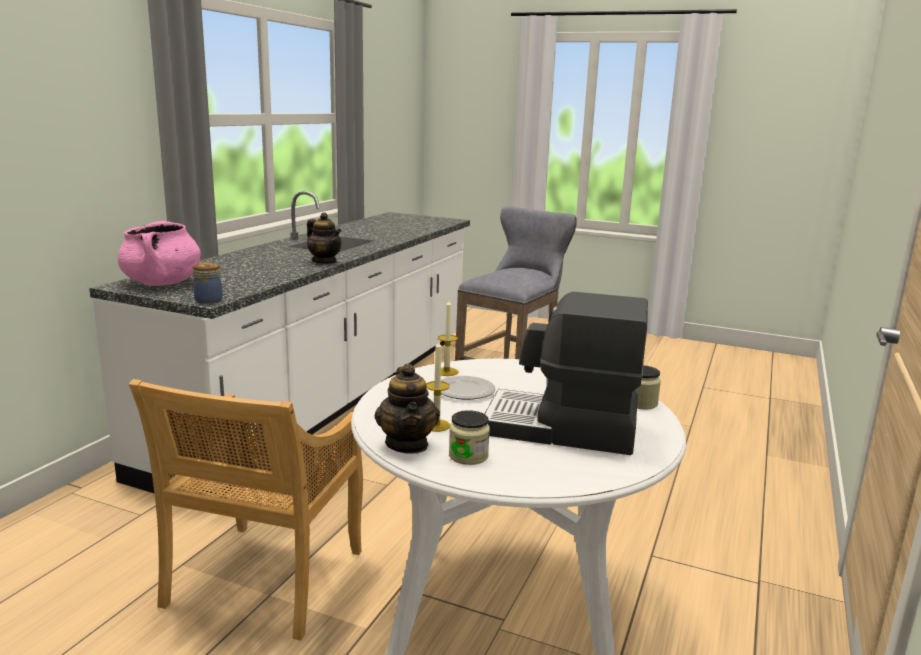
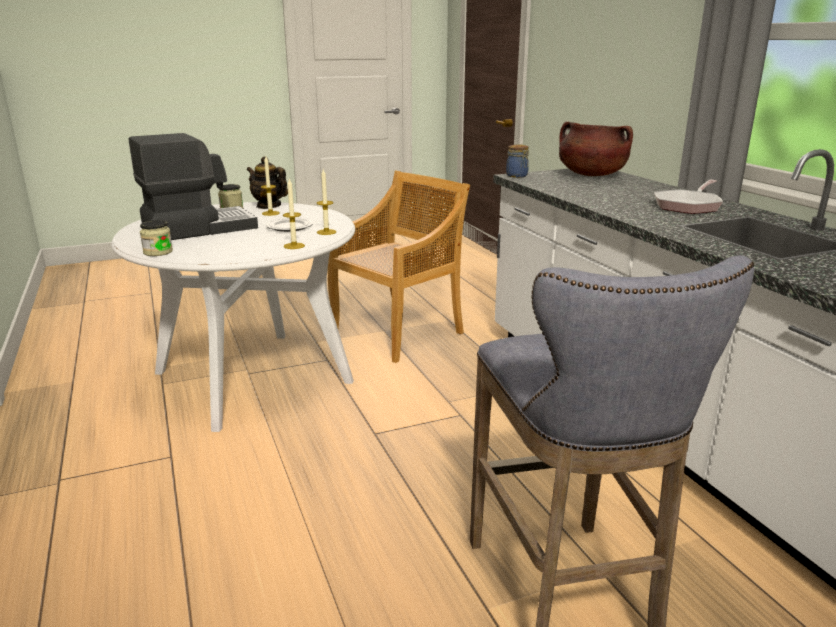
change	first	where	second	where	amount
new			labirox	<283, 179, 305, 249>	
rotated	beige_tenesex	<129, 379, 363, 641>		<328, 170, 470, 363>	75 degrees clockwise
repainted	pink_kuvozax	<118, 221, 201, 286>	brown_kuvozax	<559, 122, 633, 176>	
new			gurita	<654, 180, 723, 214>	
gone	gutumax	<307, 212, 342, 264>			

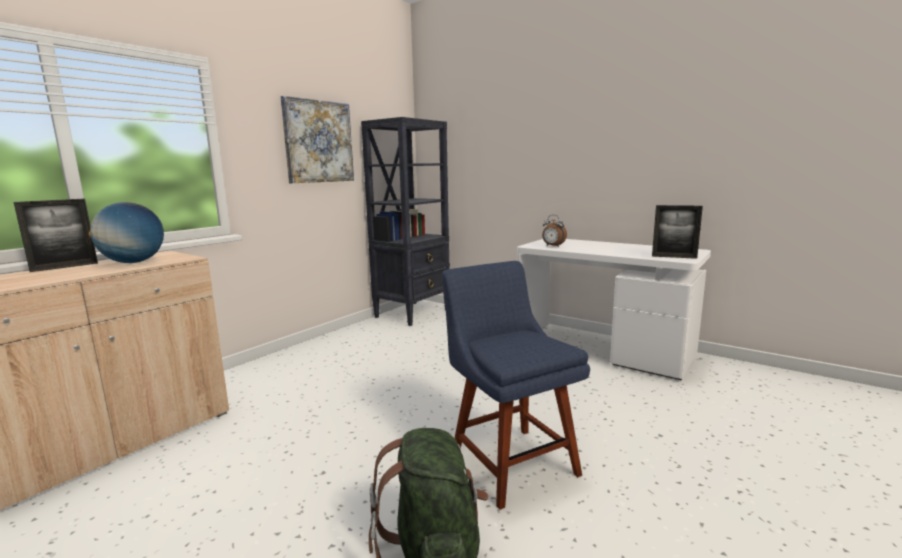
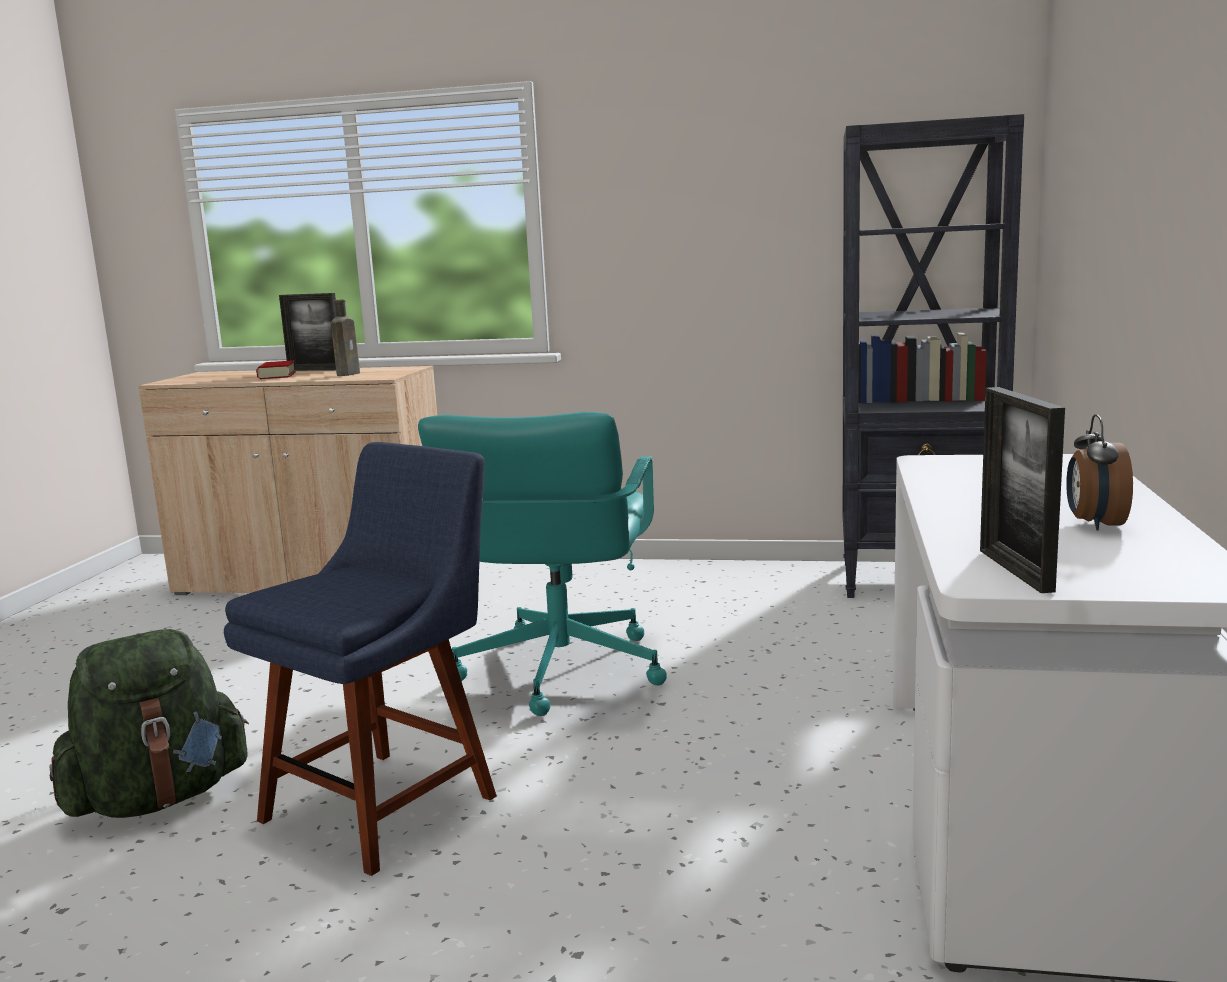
change	first	where	second	where	amount
new			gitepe	<256, 360, 296, 379>	
swapped	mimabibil	<89, 202, 164, 263>	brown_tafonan	<331, 299, 360, 376>	
new			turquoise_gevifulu	<418, 412, 667, 716>	
shifted	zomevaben	<542, 215, 567, 247>		<1066, 414, 1133, 530>	
gone	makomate	<281, 96, 354, 183>			

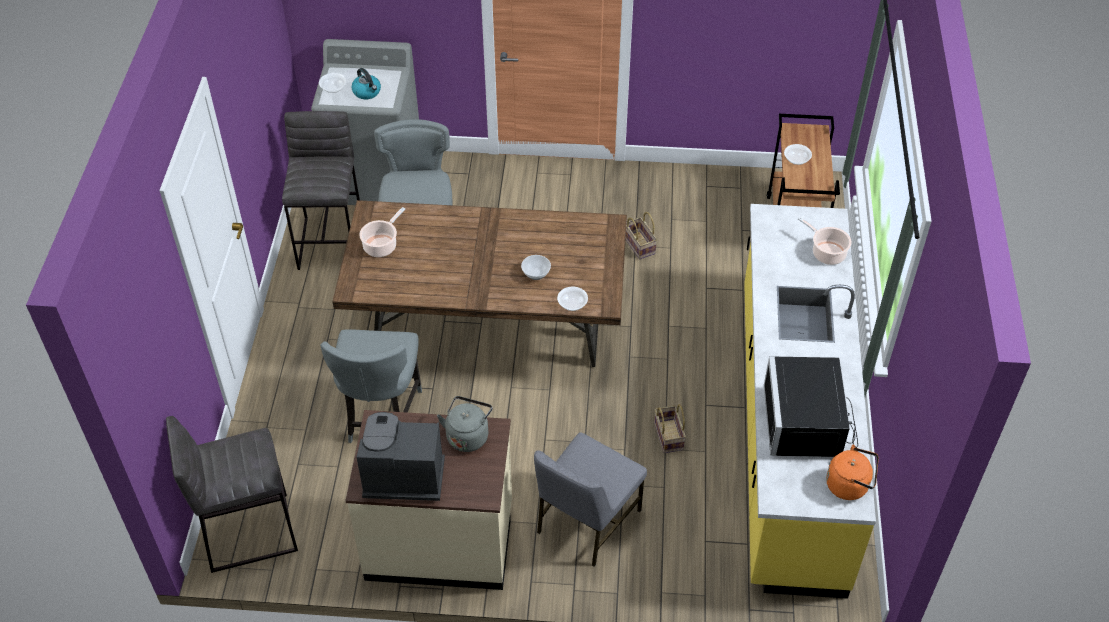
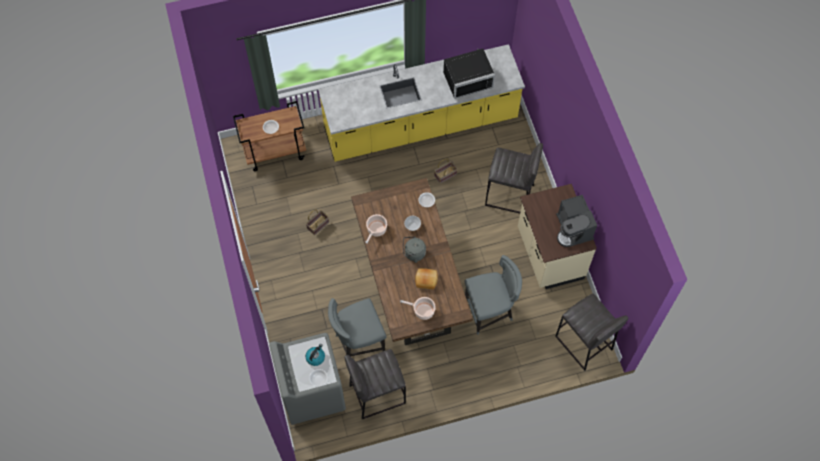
change	first	where	second	where	amount
shifted	kuvozax	<798, 217, 852, 265>		<365, 214, 387, 243>	
shifted	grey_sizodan	<437, 396, 493, 452>		<403, 236, 426, 263>	
new			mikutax	<415, 268, 438, 290>	
swapped	grey_tenesex	<534, 432, 647, 566>	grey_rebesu	<485, 143, 543, 213>	
gone	orange_sizodan	<826, 445, 879, 500>			

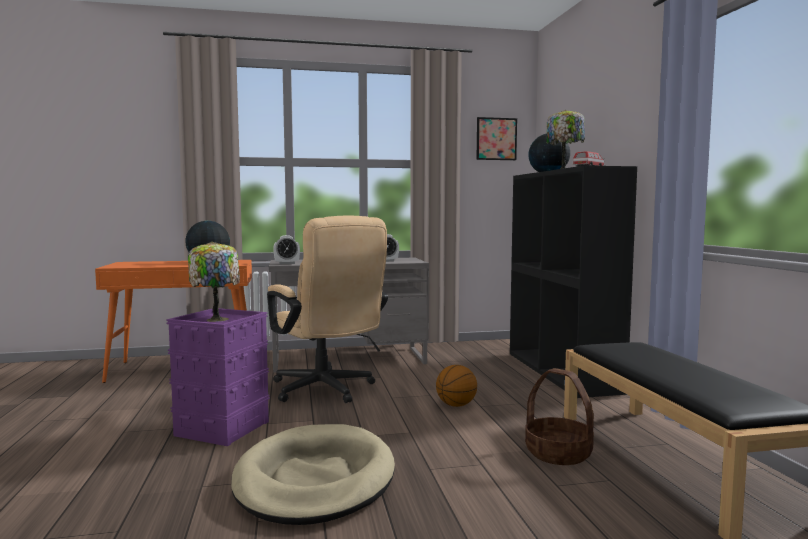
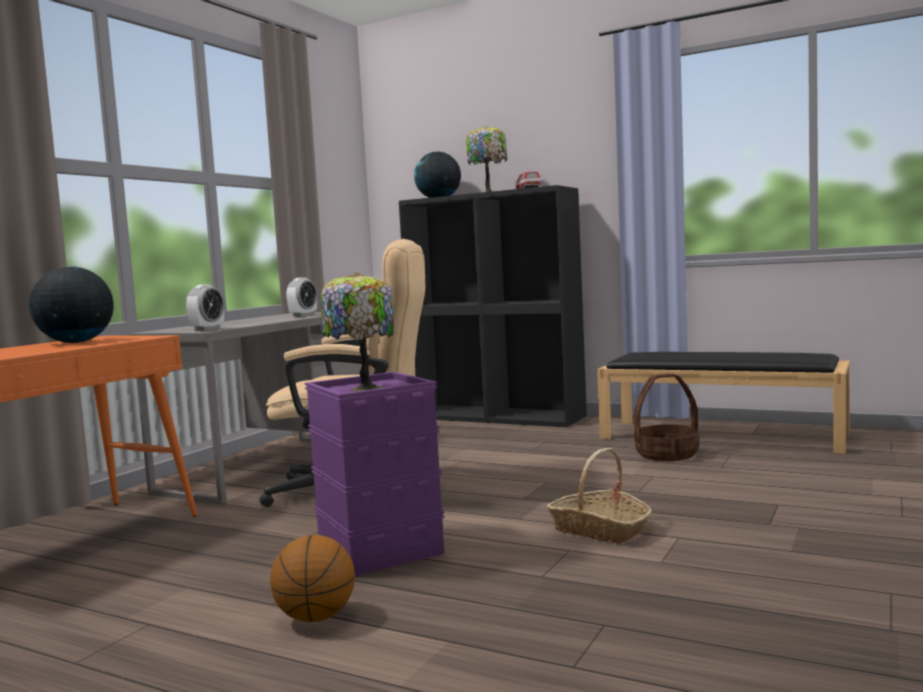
change	first	where	second	where	amount
shifted	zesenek	<436, 365, 477, 407>		<270, 535, 355, 622>	
swapped	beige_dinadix	<231, 424, 395, 525>	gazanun	<547, 448, 652, 544>	
gone	makomate	<476, 117, 517, 160>			

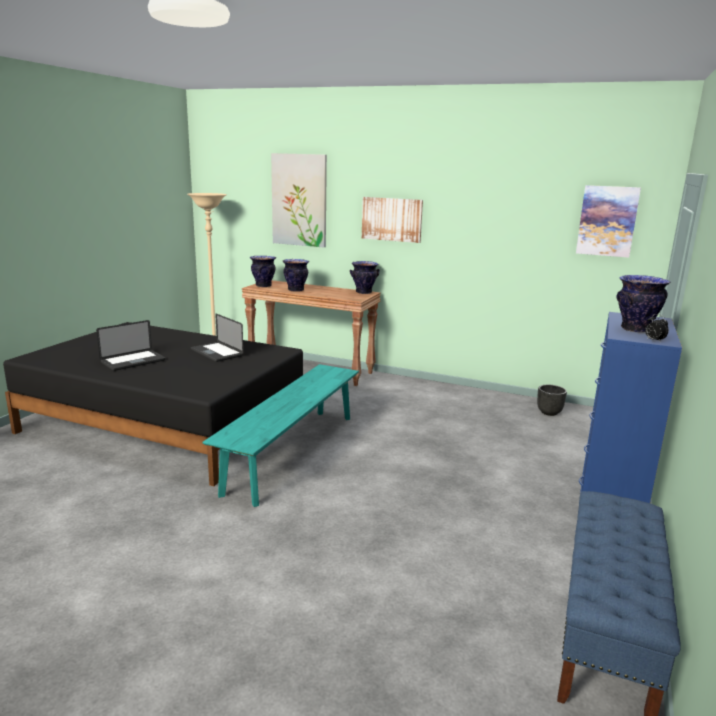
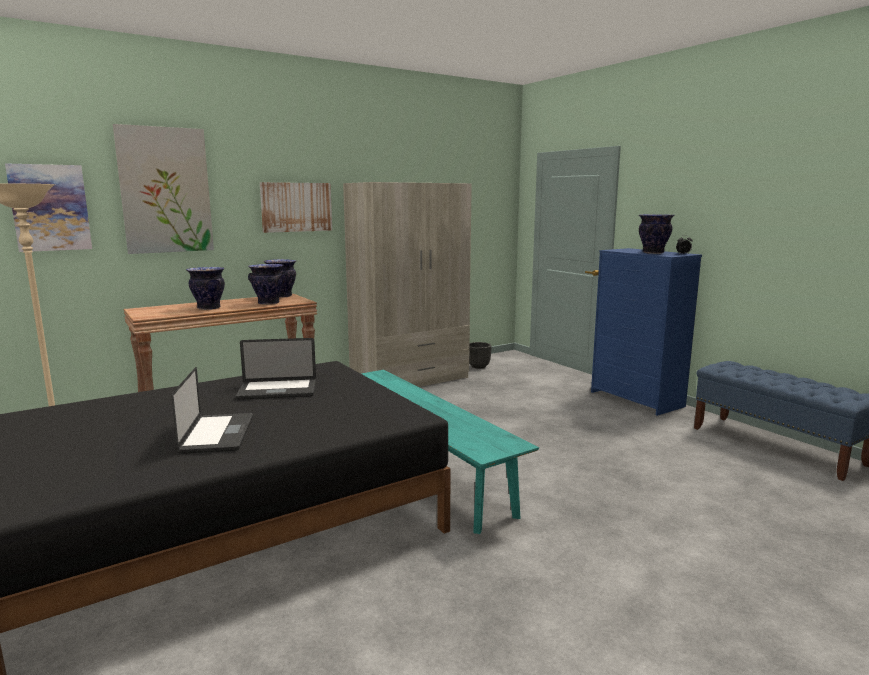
change	first	where	second	where	amount
shifted	makomate	<576, 185, 641, 258>		<5, 163, 92, 252>	
shifted	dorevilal	<250, 256, 276, 287>		<248, 264, 286, 305>	
new			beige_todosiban	<343, 182, 472, 387>	

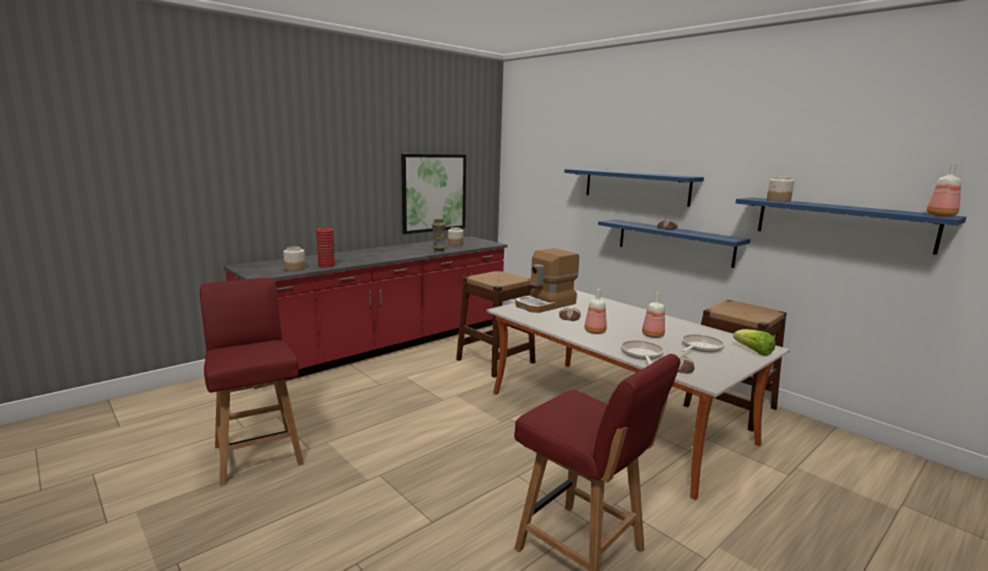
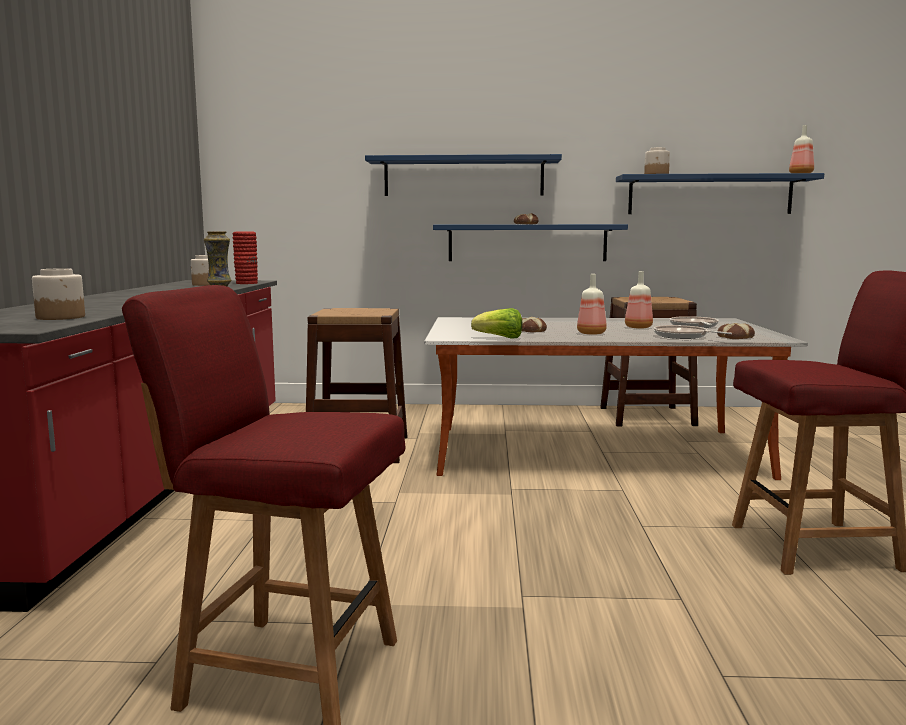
change	first	where	second	where	amount
shifted	red_dorevilal	<316, 228, 335, 268>		<232, 231, 258, 284>	
shifted	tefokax	<733, 329, 775, 356>		<471, 308, 522, 339>	
gone	makomate	<401, 154, 466, 234>			
gone	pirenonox	<515, 248, 579, 313>			

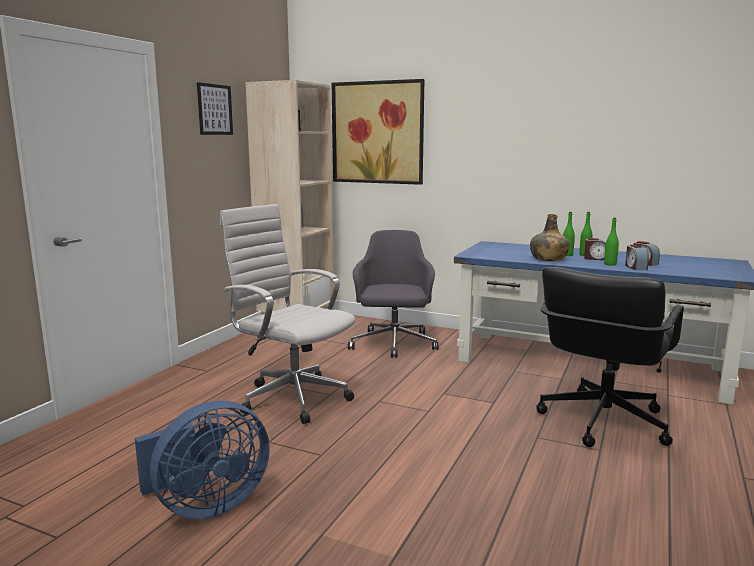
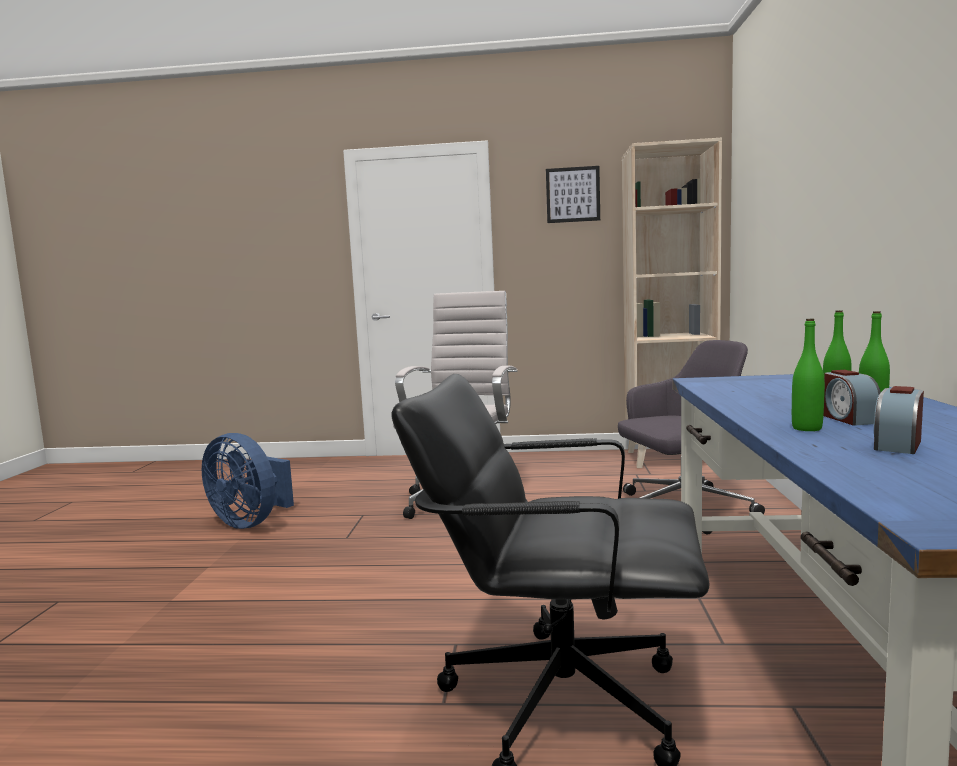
change	first	where	second	where	amount
gone	makomate	<332, 79, 424, 185>			
gone	green_tafonan	<530, 214, 570, 261>			
gone	zomevaben	<625, 245, 649, 270>			

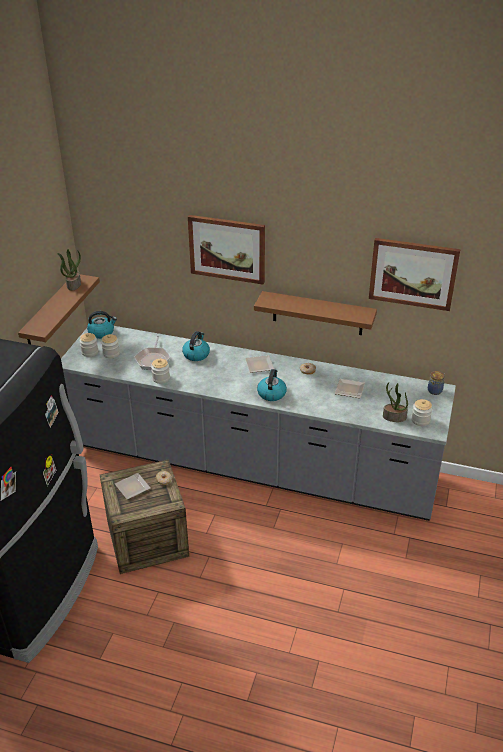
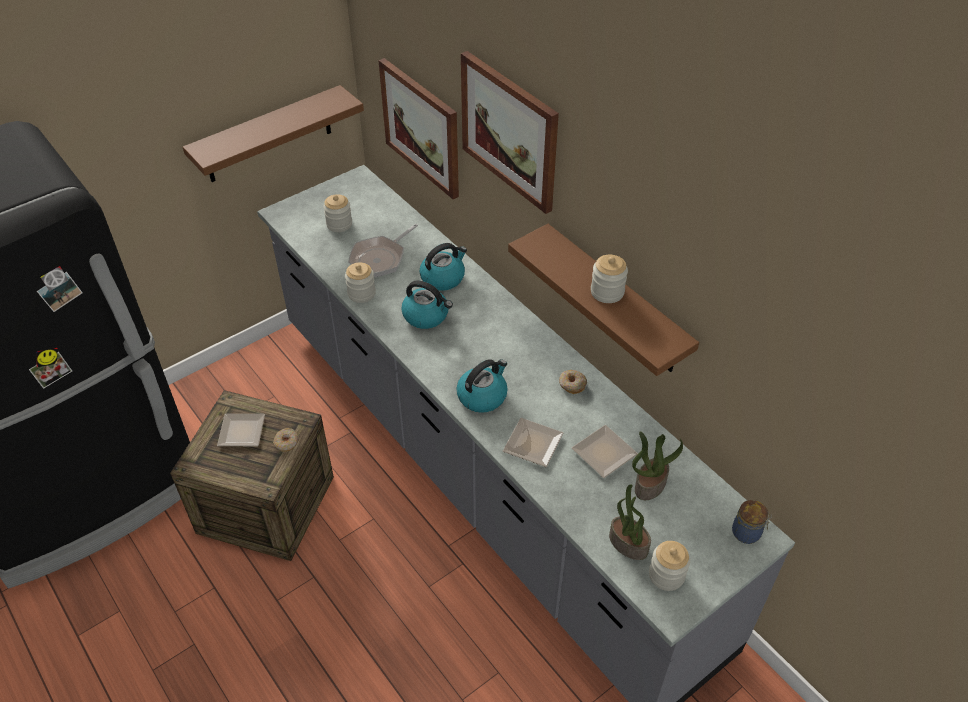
change	first	where	second	where	amount
shifted	makomate	<369, 238, 461, 311>		<379, 58, 459, 199>	
shifted	sizodan	<87, 311, 117, 339>		<401, 280, 453, 329>	
shifted	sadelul	<245, 355, 274, 373>		<503, 418, 563, 467>	
shifted	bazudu	<80, 333, 98, 357>		<591, 255, 628, 303>	
shifted	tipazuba	<57, 249, 81, 291>		<632, 432, 683, 500>	

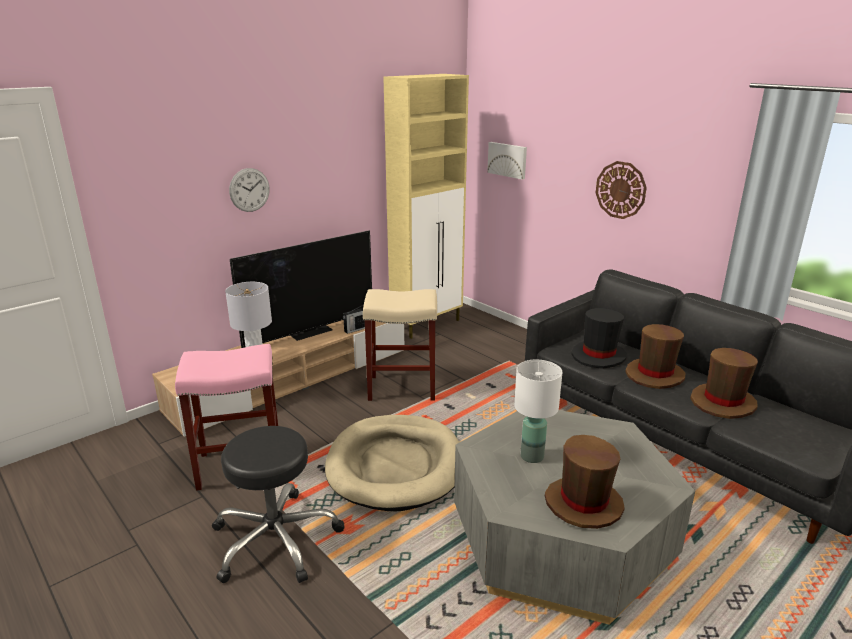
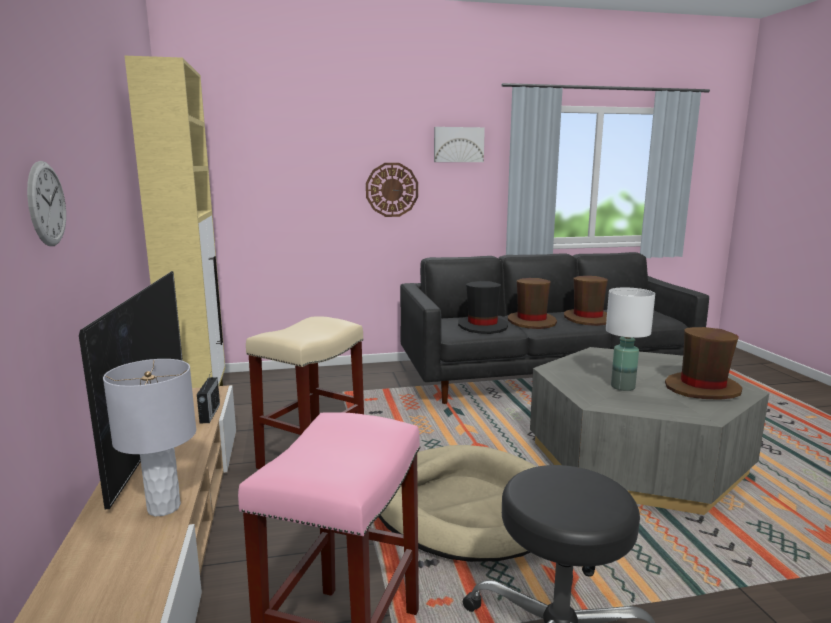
change	first	where	second	where	amount
shifted	makomate	<487, 142, 527, 179>		<434, 127, 485, 162>	

